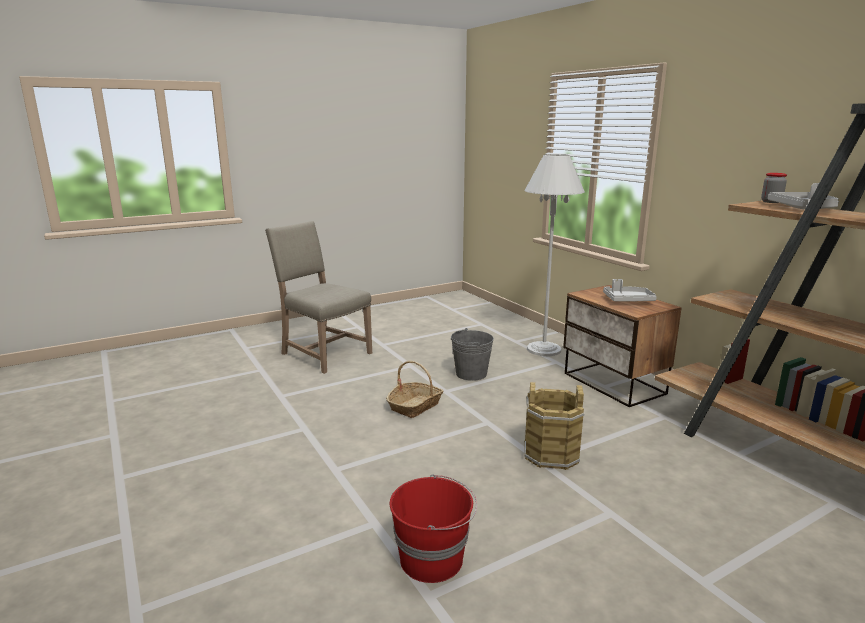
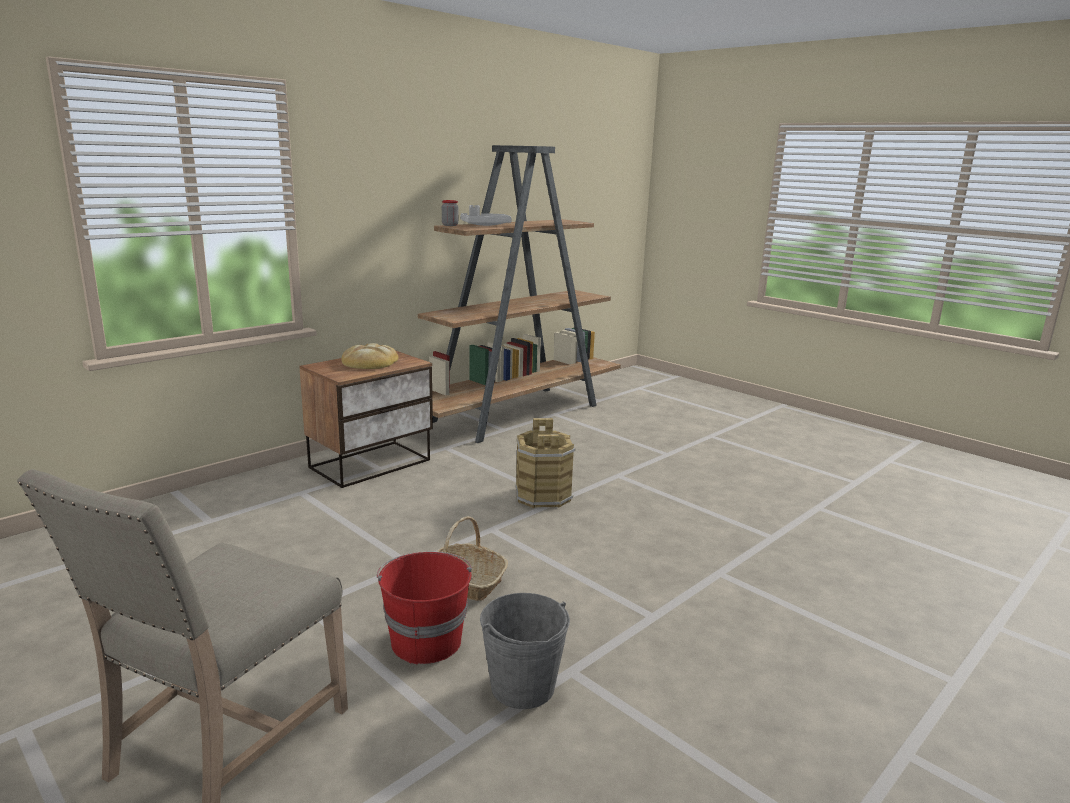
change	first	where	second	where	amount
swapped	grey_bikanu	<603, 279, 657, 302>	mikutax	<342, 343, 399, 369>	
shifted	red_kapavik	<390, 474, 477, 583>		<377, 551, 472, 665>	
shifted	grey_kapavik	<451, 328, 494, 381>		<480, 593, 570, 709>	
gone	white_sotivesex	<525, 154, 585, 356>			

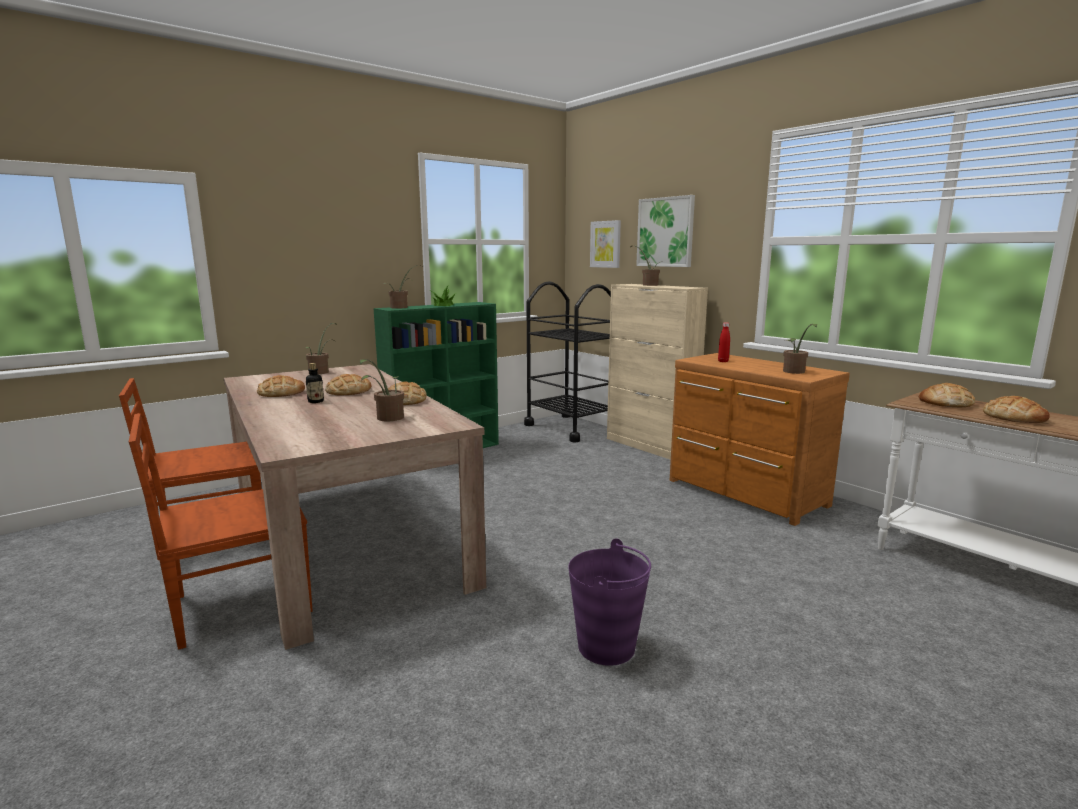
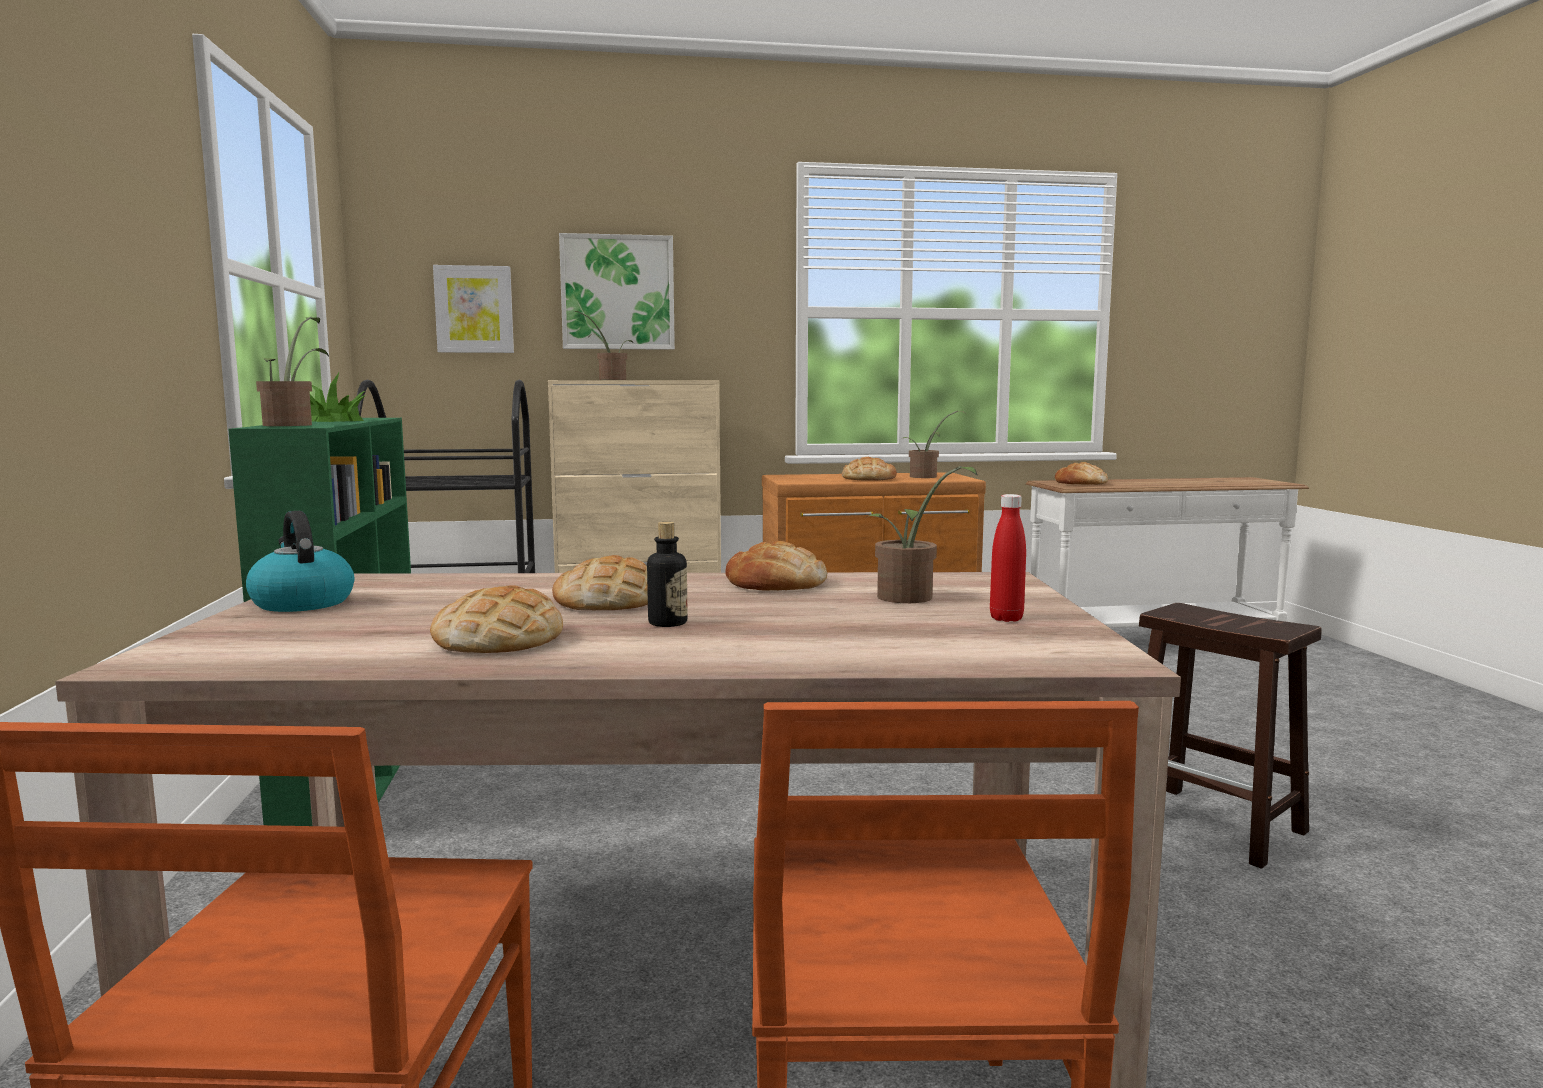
change	first	where	second	where	amount
swapped	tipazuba	<306, 323, 337, 374>	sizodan	<246, 511, 354, 612>	
shifted	mikutax	<983, 396, 1050, 423>		<842, 457, 897, 481>	
shifted	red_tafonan	<718, 323, 730, 362>		<990, 494, 1026, 622>	
swapped	purple_kapavik	<568, 539, 651, 666>	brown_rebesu	<1139, 603, 1322, 869>	

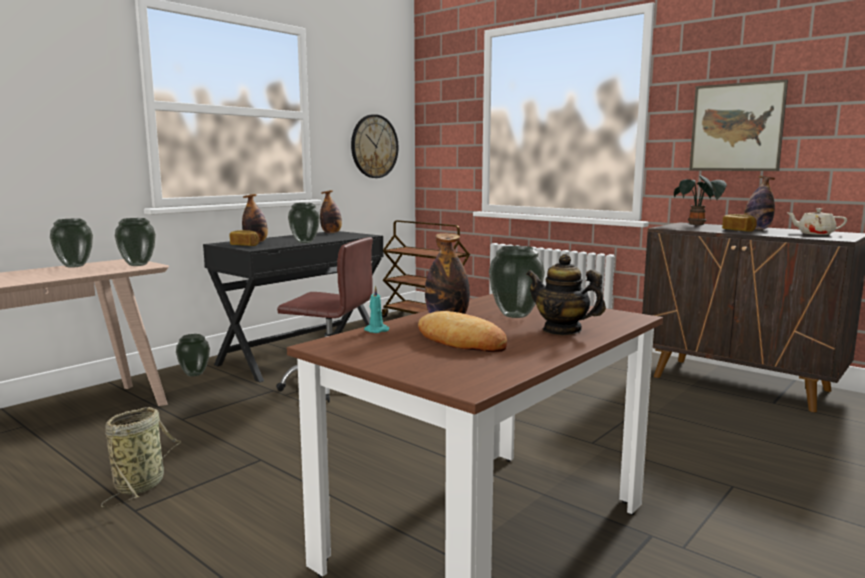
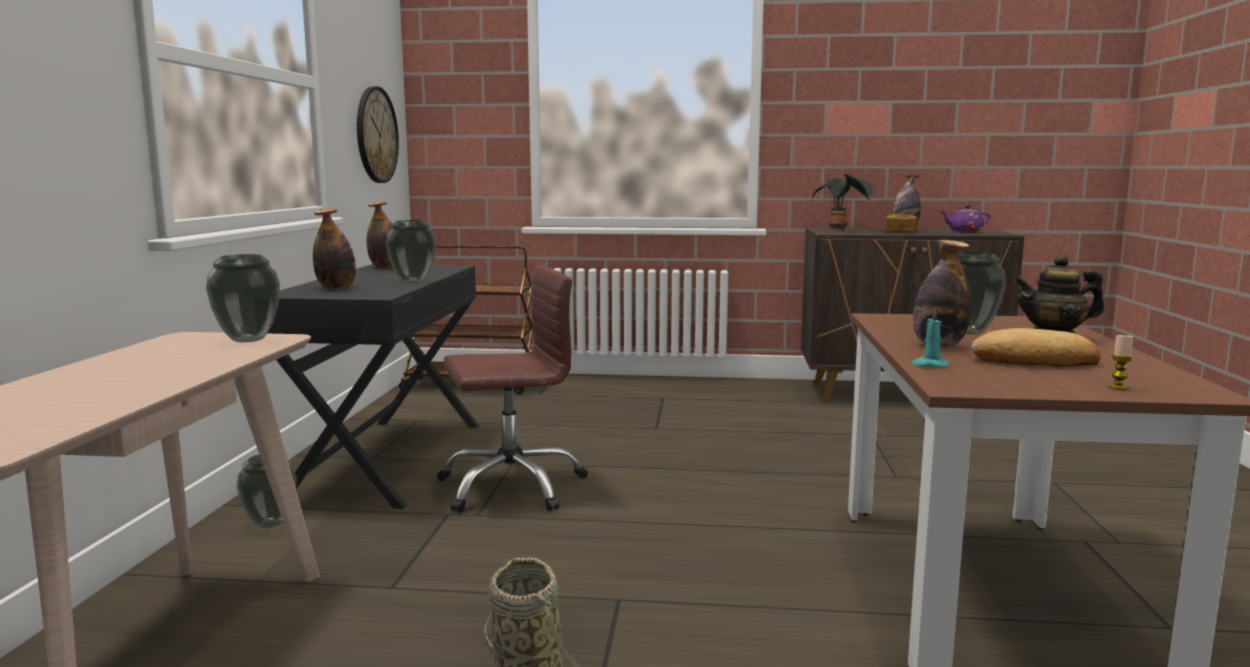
change	first	where	second	where	amount
repainted	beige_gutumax	<788, 208, 847, 235>	purple_gutumax	<941, 205, 991, 232>	
new			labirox	<1108, 334, 1133, 390>	
gone	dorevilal	<50, 219, 93, 268>			
gone	mikutax	<229, 230, 259, 246>			
gone	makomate	<689, 79, 788, 171>			

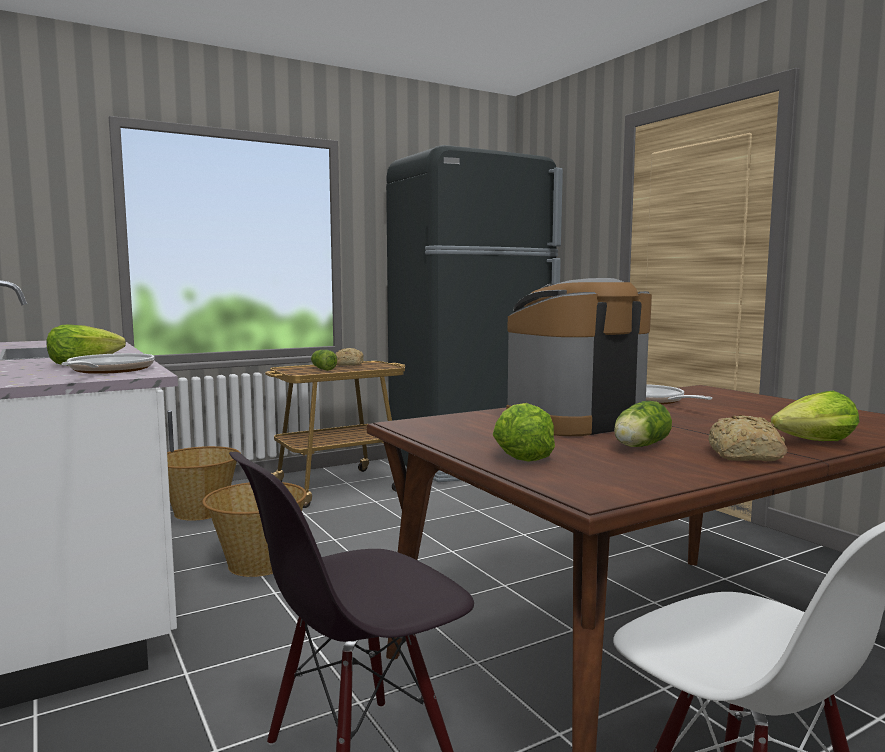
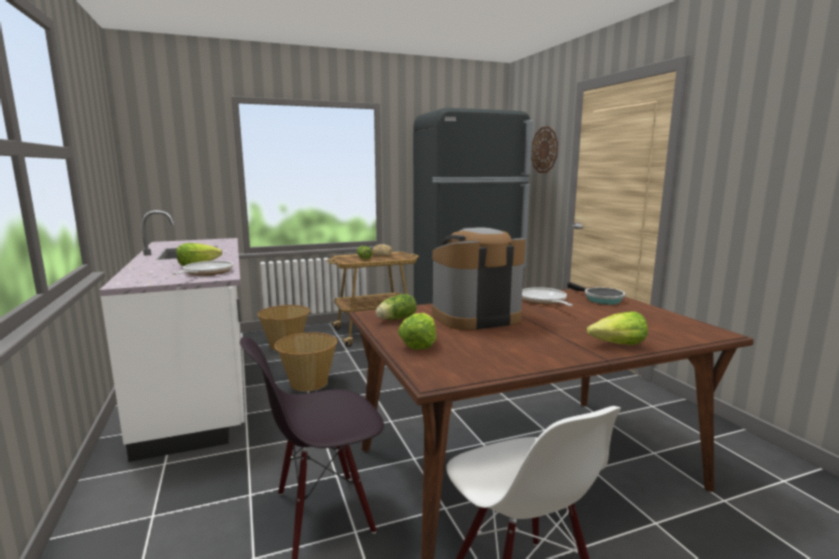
change	first	where	second	where	amount
shifted	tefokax	<614, 401, 672, 447>		<376, 294, 417, 320>	
new			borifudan	<531, 126, 558, 173>	
new			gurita	<567, 282, 625, 305>	
gone	mikutax	<708, 415, 788, 461>			

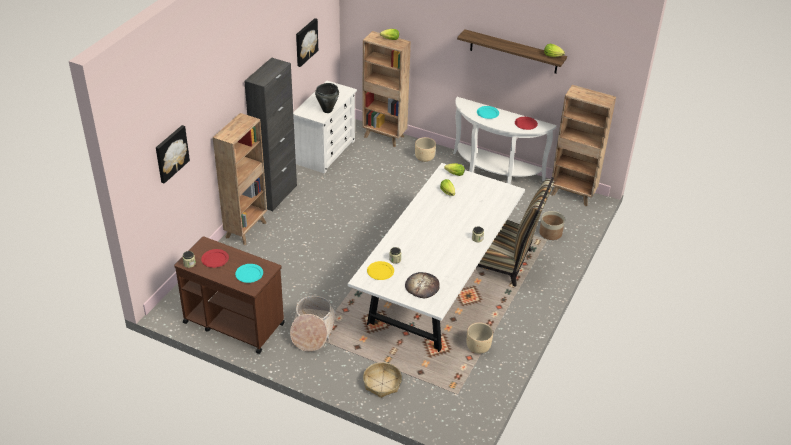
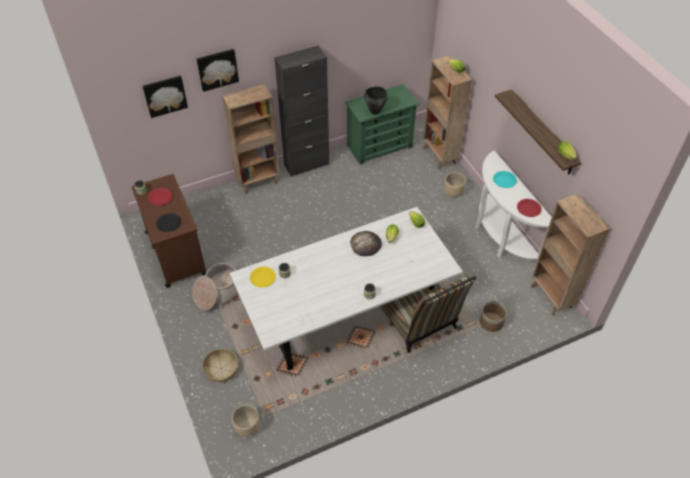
change	first	where	second	where	amount
repainted	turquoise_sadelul	<235, 264, 263, 283>	black_sadelul	<156, 213, 181, 232>	
shifted	makomate	<296, 18, 318, 67>		<196, 49, 239, 92>	
shifted	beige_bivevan	<466, 322, 493, 354>		<232, 405, 259, 436>	
repainted	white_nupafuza	<293, 80, 357, 174>	green_nupafuza	<345, 84, 419, 165>	
shifted	mikutax	<405, 272, 440, 298>		<350, 231, 382, 256>	

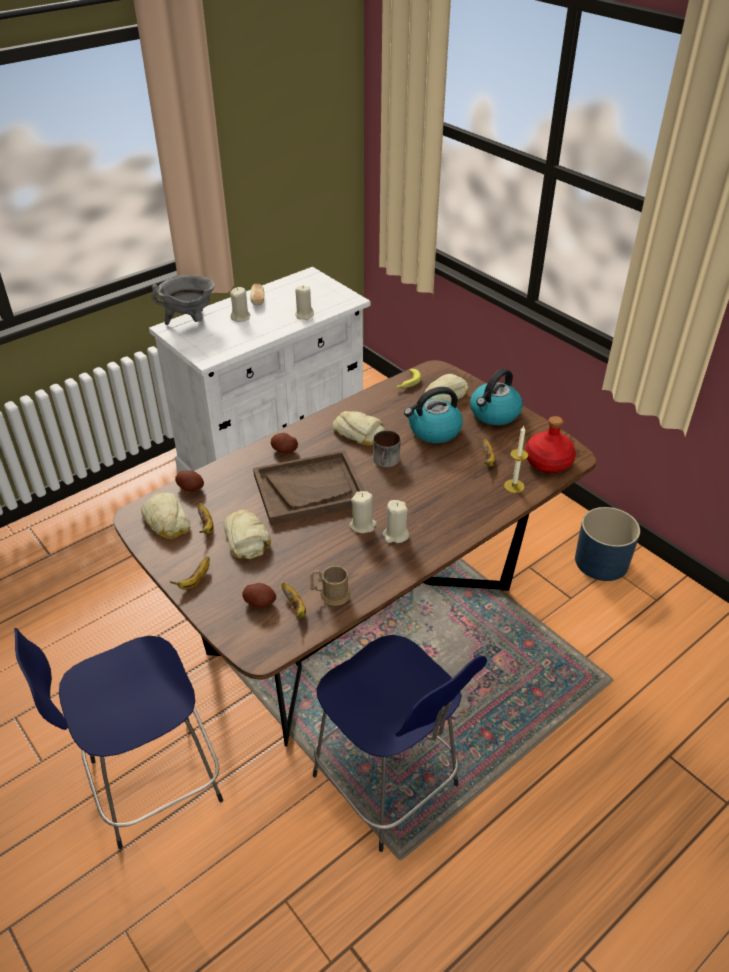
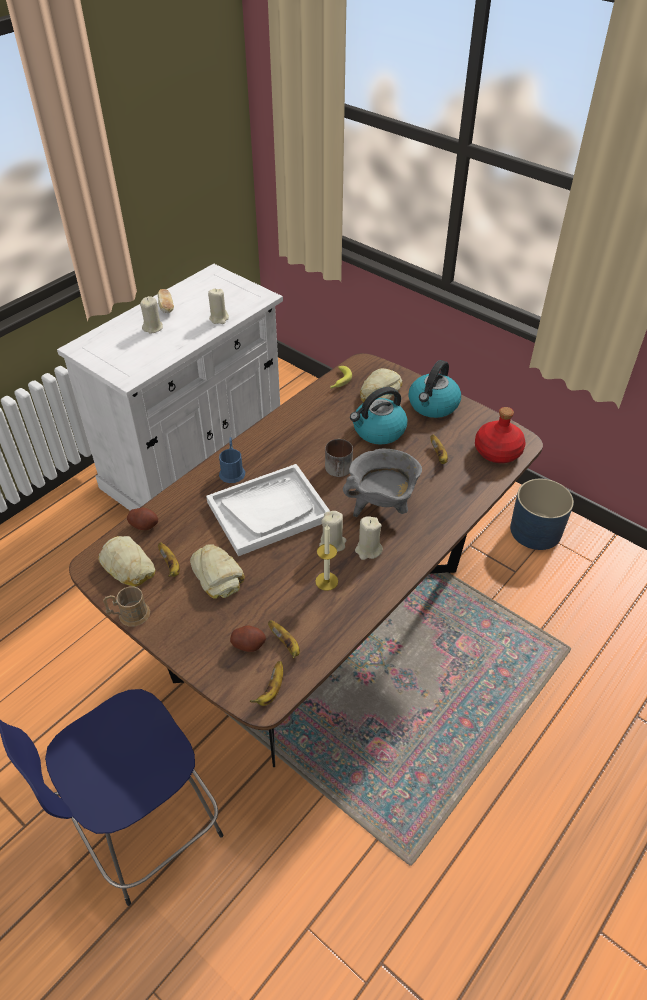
change	first	where	second	where	amount
shifted	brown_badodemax	<310, 566, 351, 606>		<103, 586, 150, 627>	
repainted	brown_bikanu	<253, 450, 364, 525>	white_bikanu	<206, 464, 330, 556>	
swapped	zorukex	<271, 433, 298, 454>	blue_badodemax	<219, 437, 245, 483>	
shifted	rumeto	<170, 557, 210, 590>		<249, 661, 283, 706>	
shifted	labirox	<504, 426, 528, 493>		<315, 525, 338, 591>	
shifted	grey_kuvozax	<151, 275, 215, 325>		<343, 449, 422, 517>	
gone	blue_rebesu	<313, 635, 487, 852>			
gone	mikutax	<333, 411, 385, 446>			

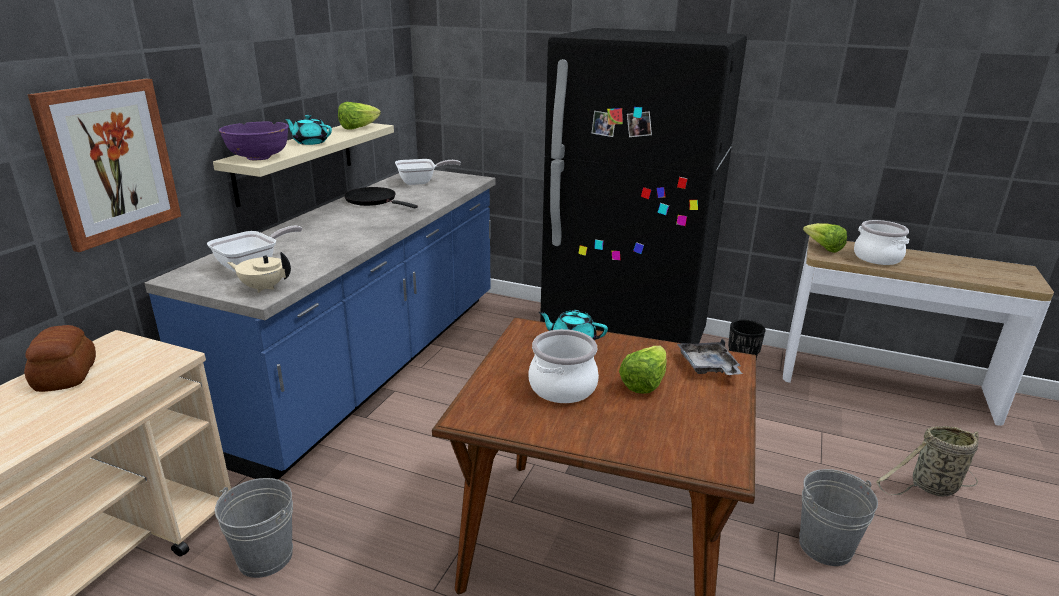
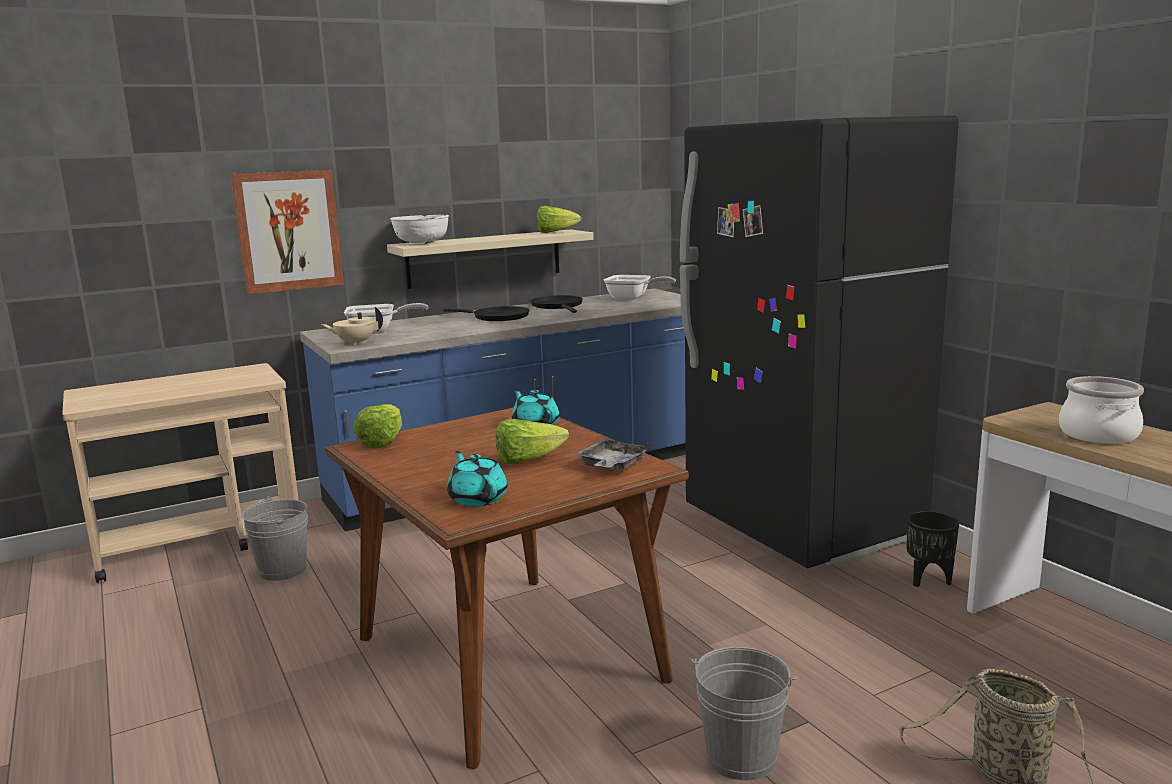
change	first	where	second	where	amount
rotated	beige_gutumax	<227, 252, 291, 293>		<321, 307, 383, 346>	60 degrees counterclockwise
shifted	tefokax	<803, 223, 847, 253>		<353, 404, 402, 449>	
repainted	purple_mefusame	<219, 122, 289, 160>	white_mefusame	<390, 215, 449, 245>	
new			black_gurita	<443, 306, 529, 321>	
shifted	turquoise_gutumax	<285, 115, 332, 145>		<447, 451, 508, 507>	
gone	mikutax	<24, 325, 96, 392>			
gone	kuvozax	<529, 329, 599, 403>			

